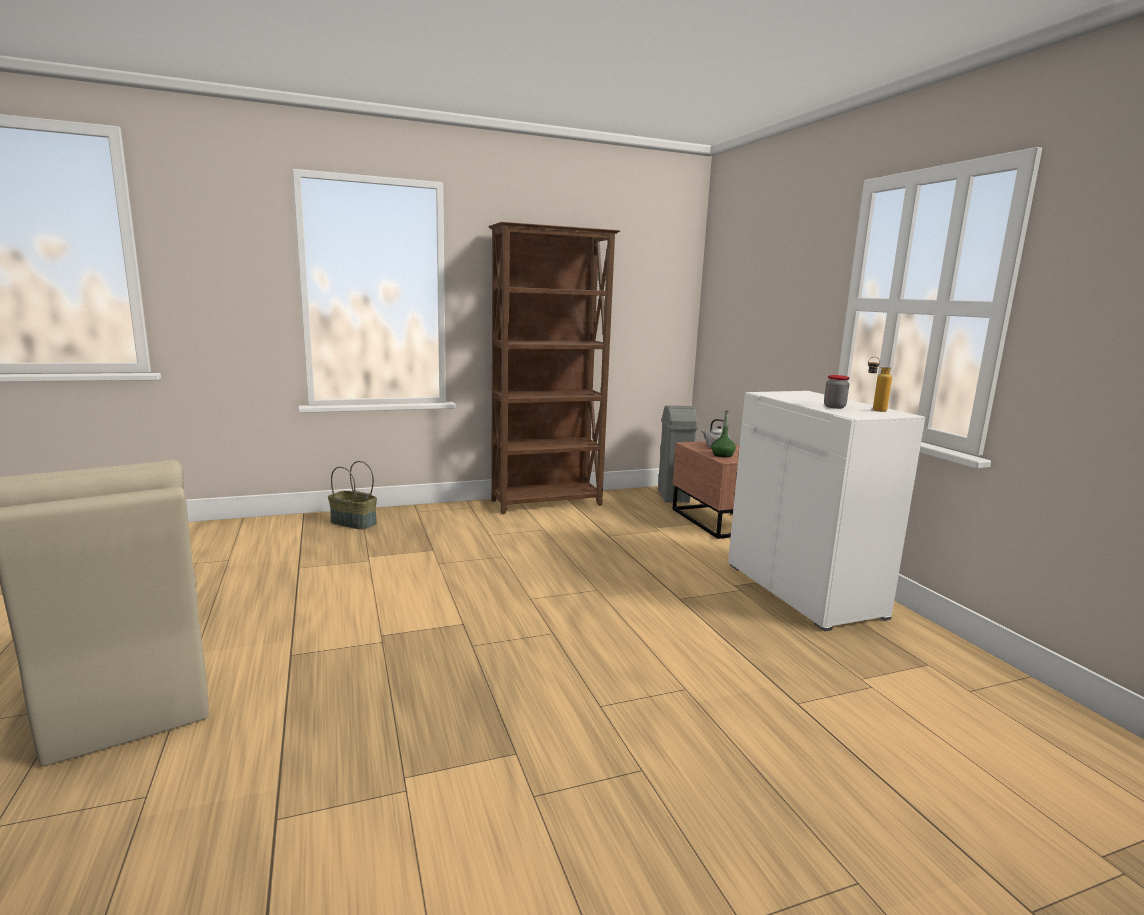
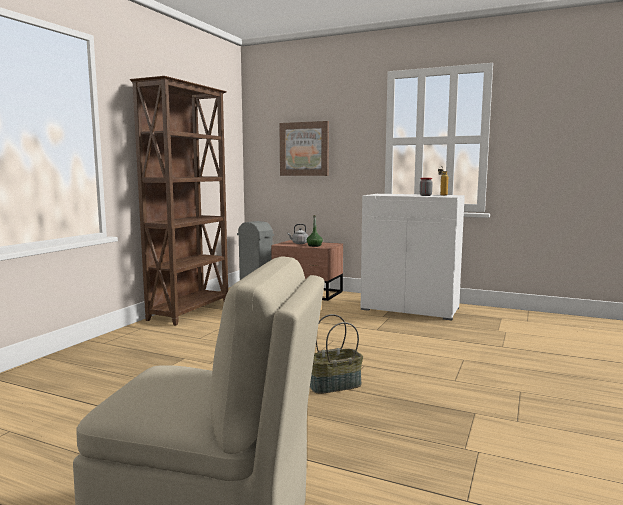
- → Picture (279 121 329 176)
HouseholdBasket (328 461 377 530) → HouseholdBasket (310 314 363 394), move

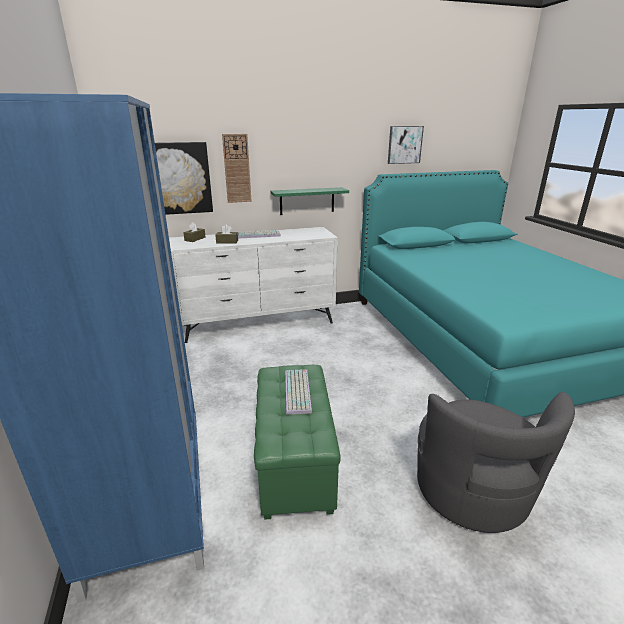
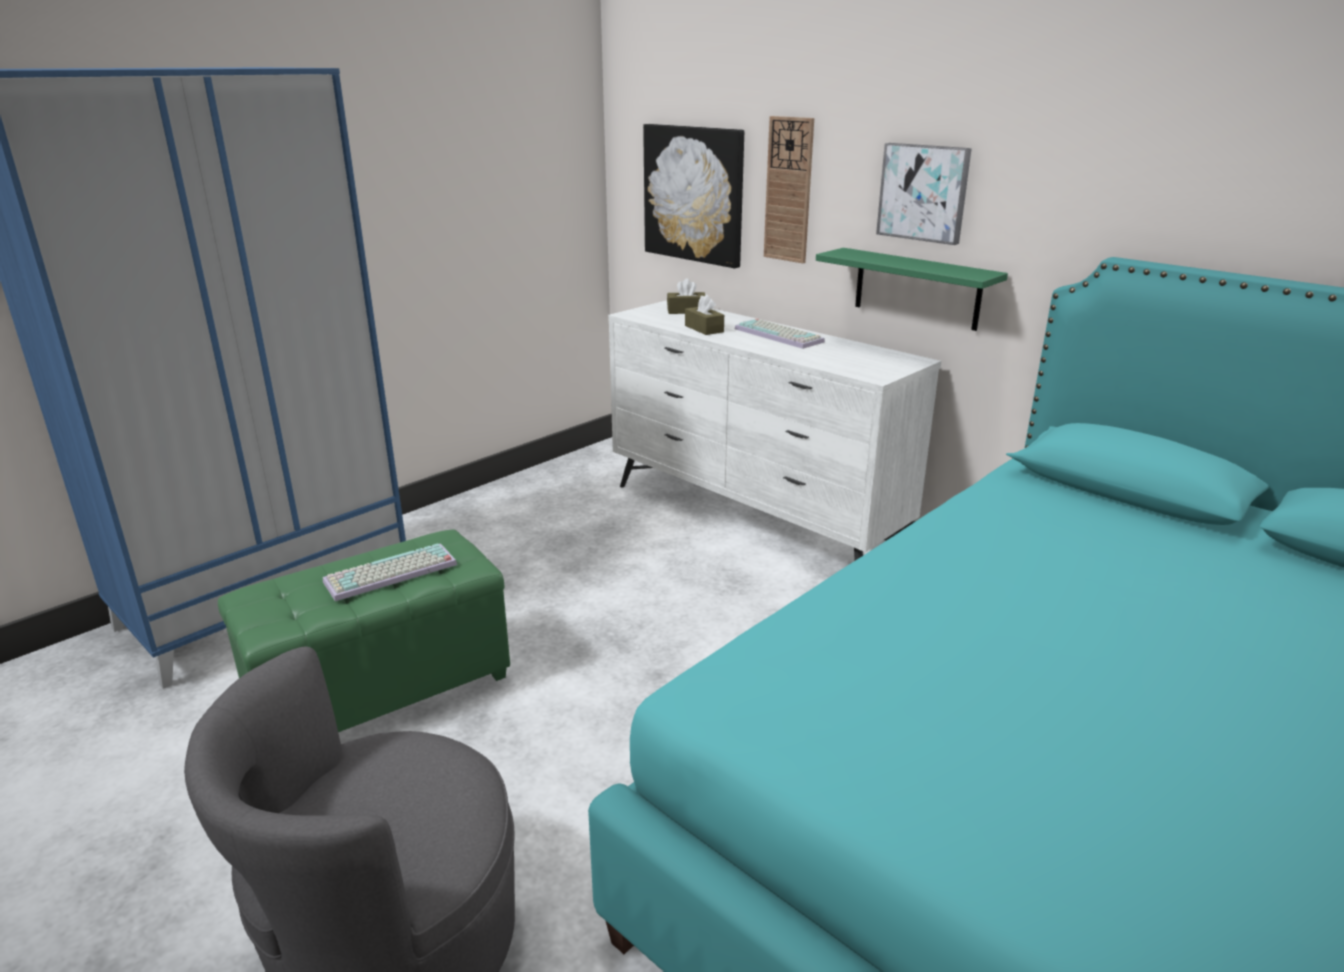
Picture (388 126 424 164) → Picture (876 143 972 245), move

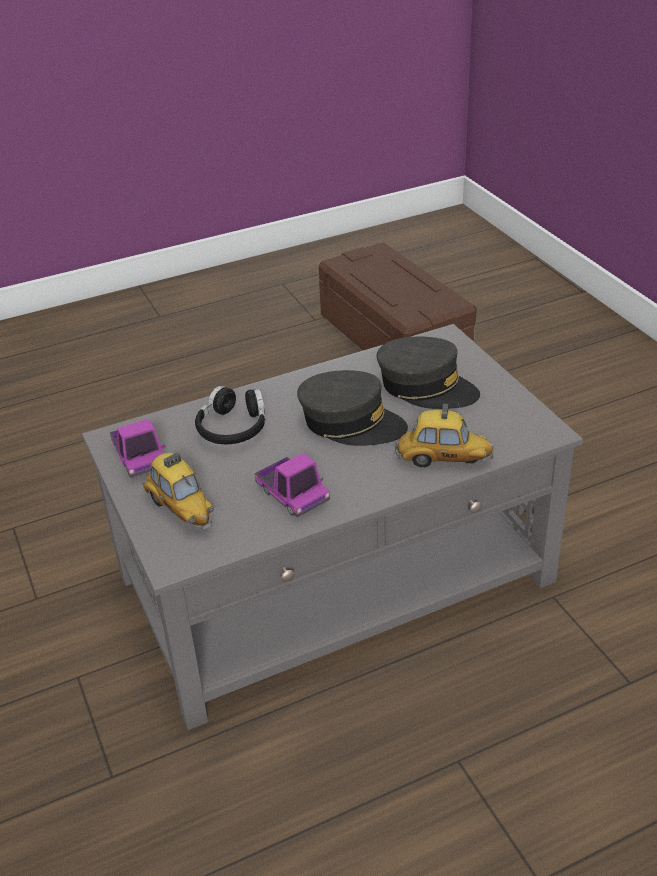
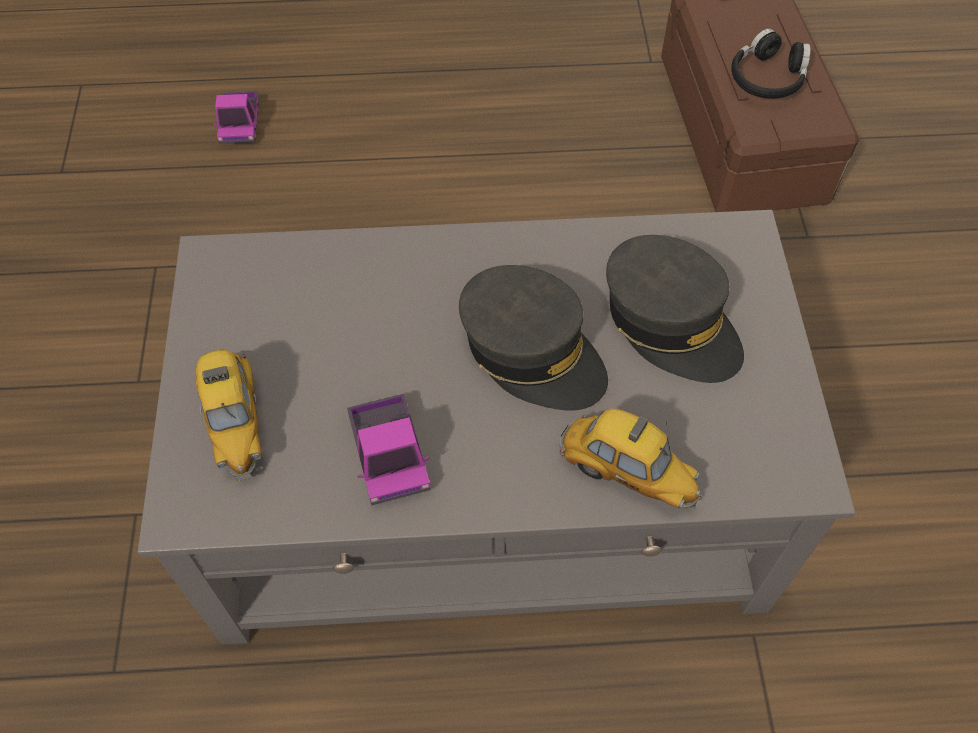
ToyLorry (110 419 165 478) → ToyLorry (214 91 259 144), move
BlackPairOfHeadphones (195 386 265 444) → BlackPairOfHeadphones (731 28 811 99), move

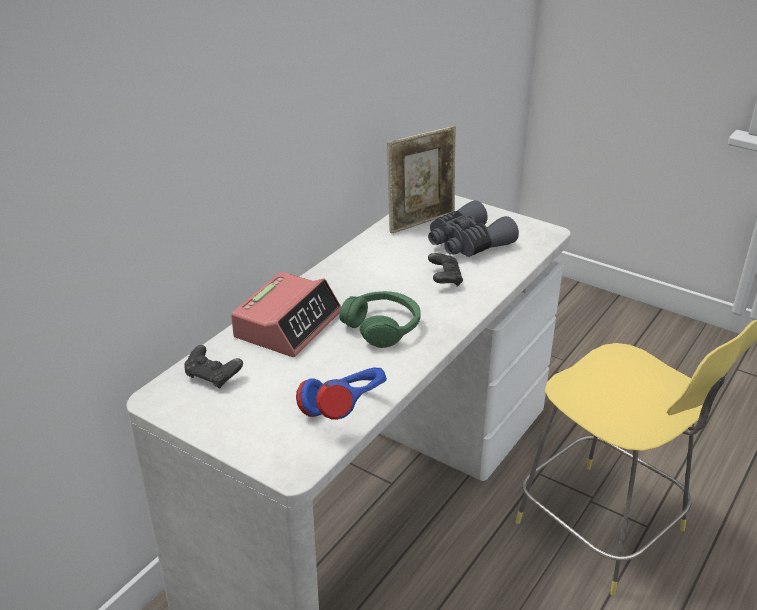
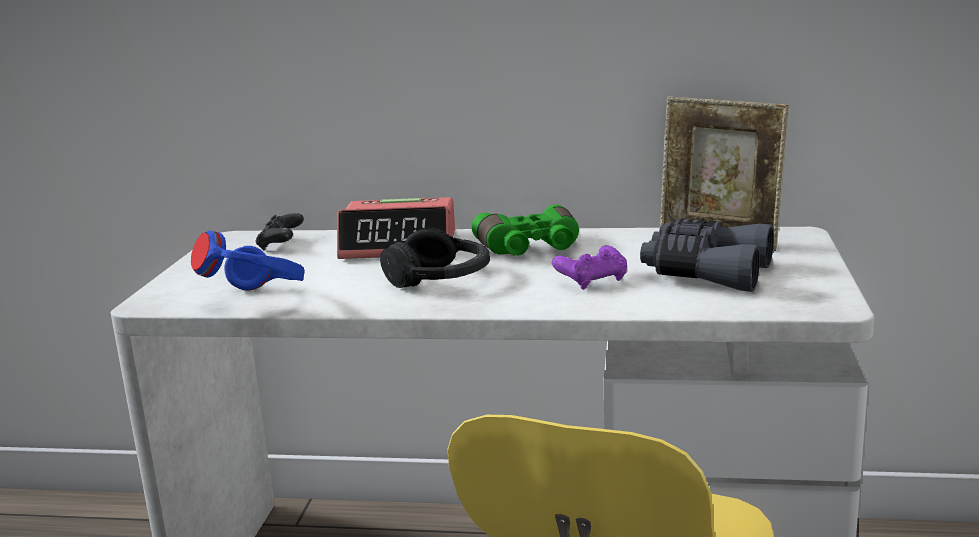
GreenPairOfHeadphones (339 291 421 348) → BlackPairOfHeadphones (380 228 490 288)
- → GreenPairOfBinoculars (471 204 579 256)
BlackGamepad (428 253 463 287) → PurpleColouredGamepad (552 245 627 290)

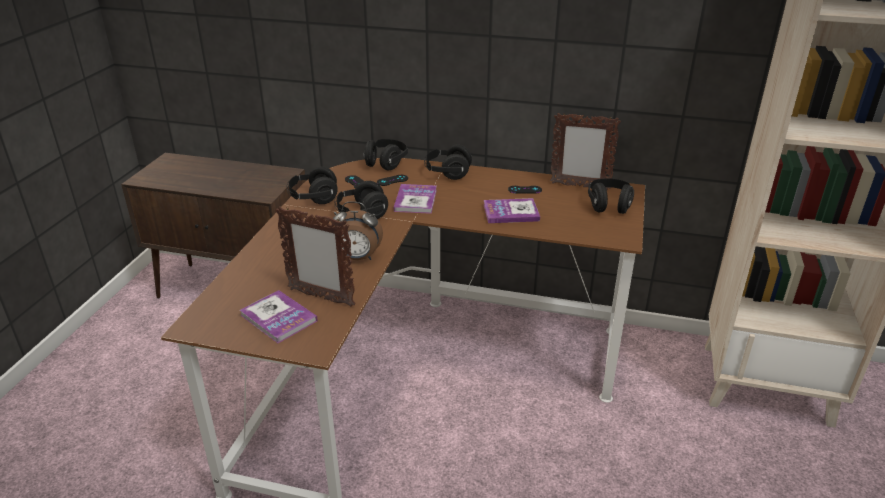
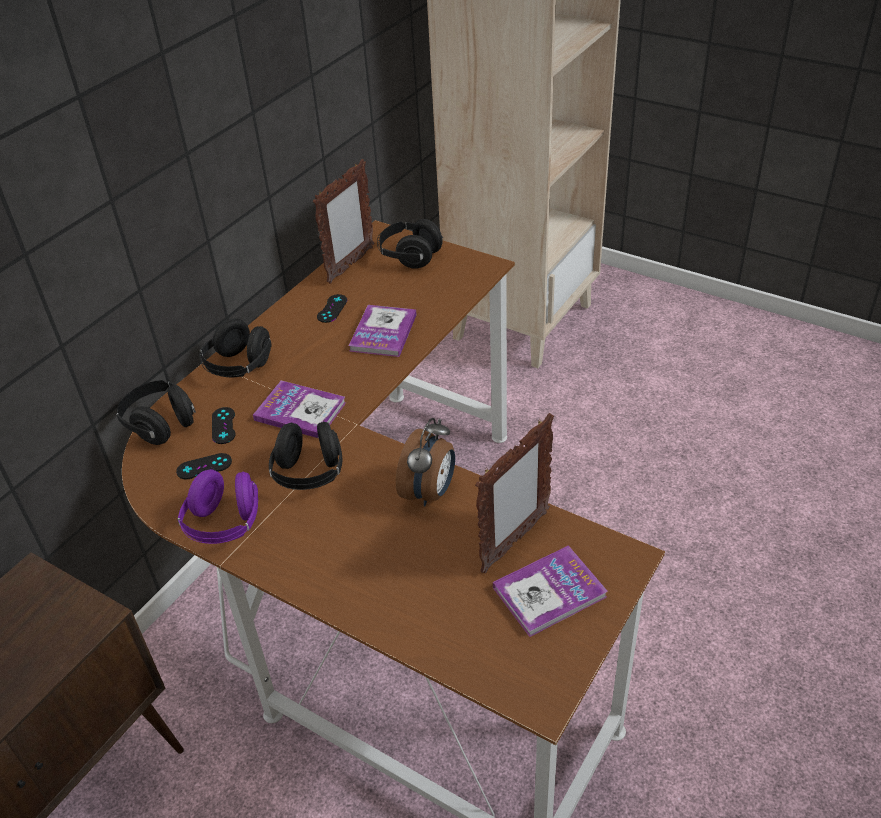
BlackPairOfHeadphones (287 166 338 204) → PurpleColouredPairOfHeadphones (178 469 258 544)

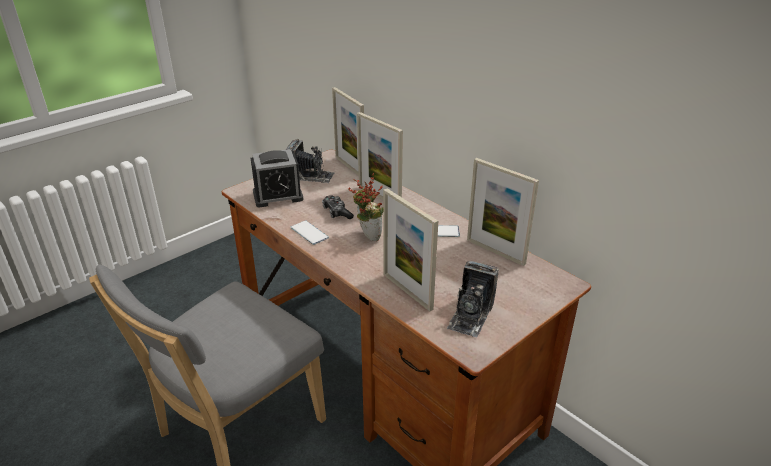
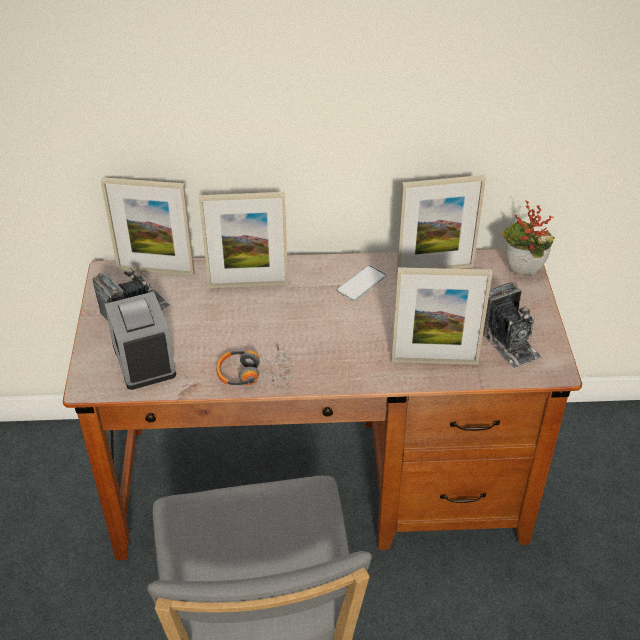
TableClock (251 149 304 207) → TableClock (105 292 176 390), 135 degrees clockwise
Telephone (291 221 329 245) → PairOfHeadphones (217 345 293 392)
PottedPlant (348 173 383 241) → PottedPlant (502 200 555 275), move
Gamepad (322 195 354 219) → -

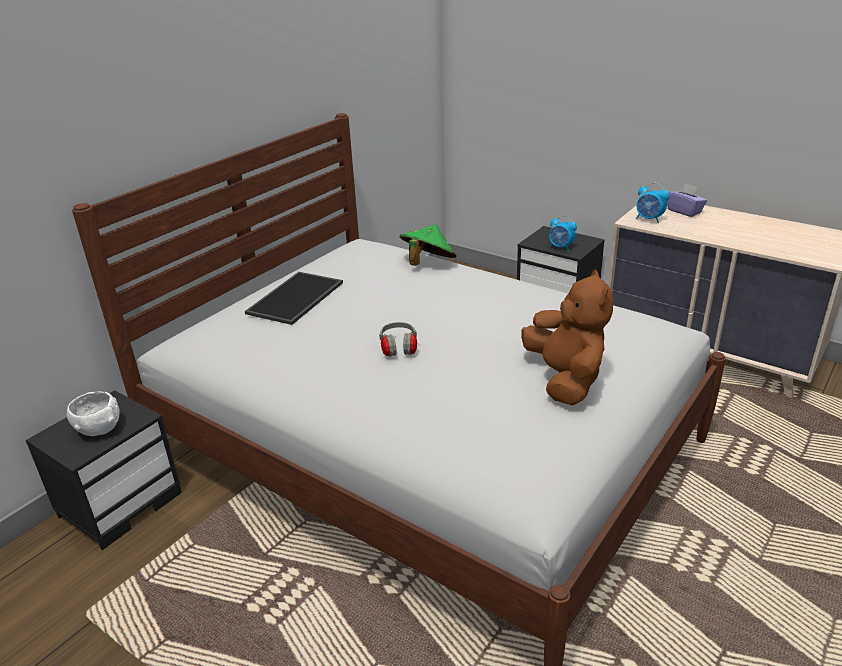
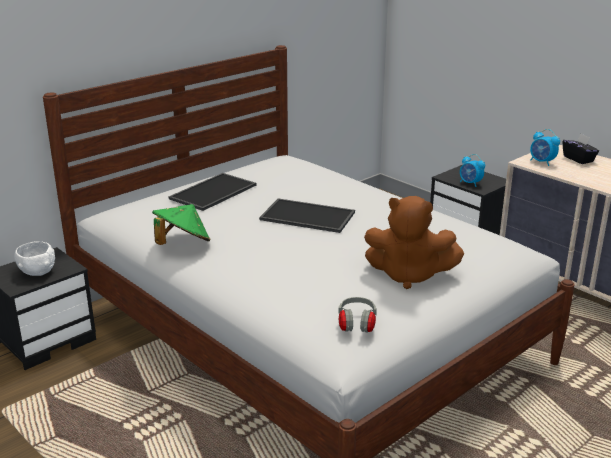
GreenWearableHat (400 225 457 266) → GreenWearableHat (152 204 211 245), move
- → Tray (259 198 355 233)
GreyishPairOfHeadphones (379 322 417 357) → GreyishPairOfHeadphones (338 297 377 333), move
BrownPlushToy (521 269 613 405) → BrownPlushToy (364 196 464 289), 105 degrees clockwise
PurpleColouredTissueBox (667 183 707 217) → BlackTissueBox (563 133 599 164)

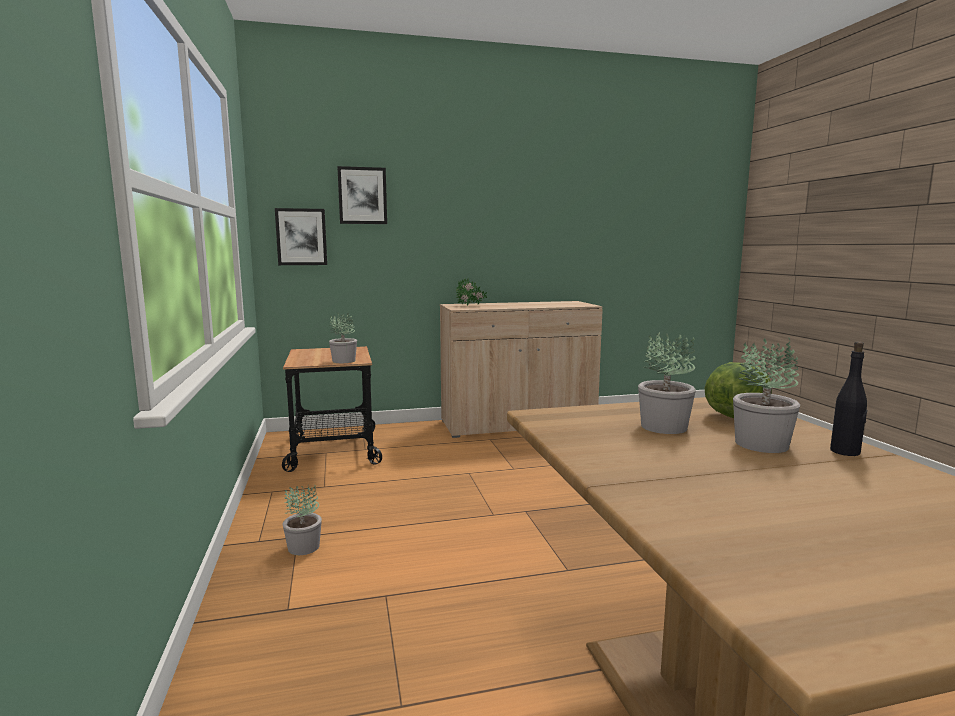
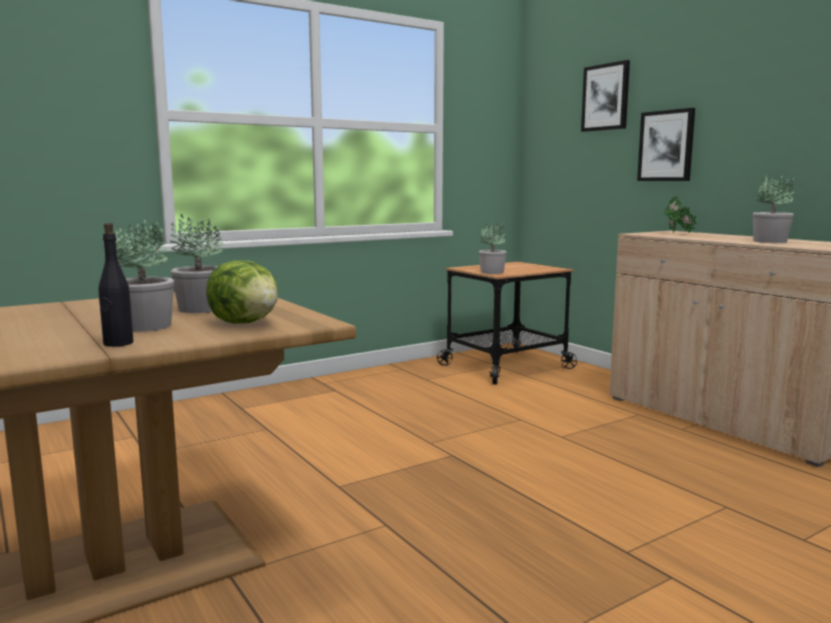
Picture (275 208 327 265) → Picture (637 108 695 181), move
PottedPlant (283 484 322 555) → PottedPlant (752 174 795 243), move

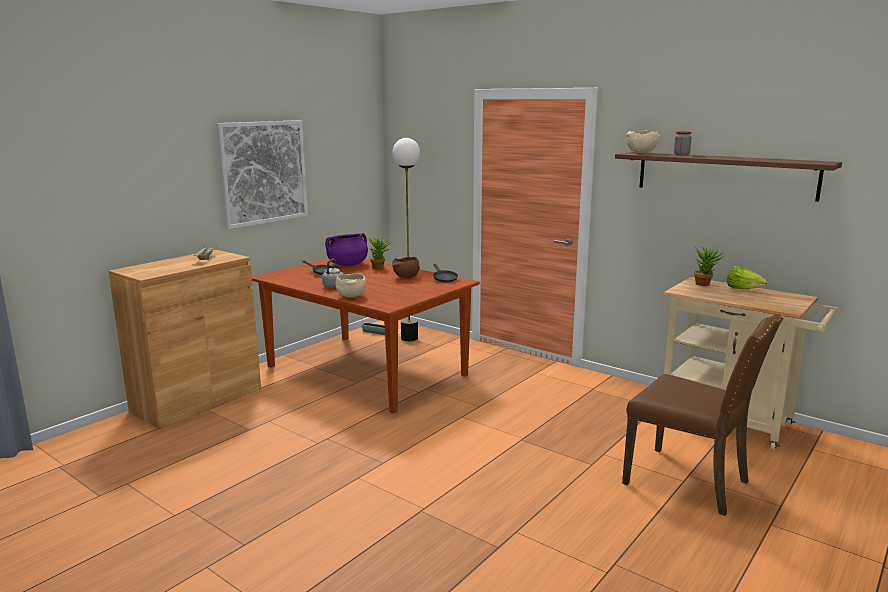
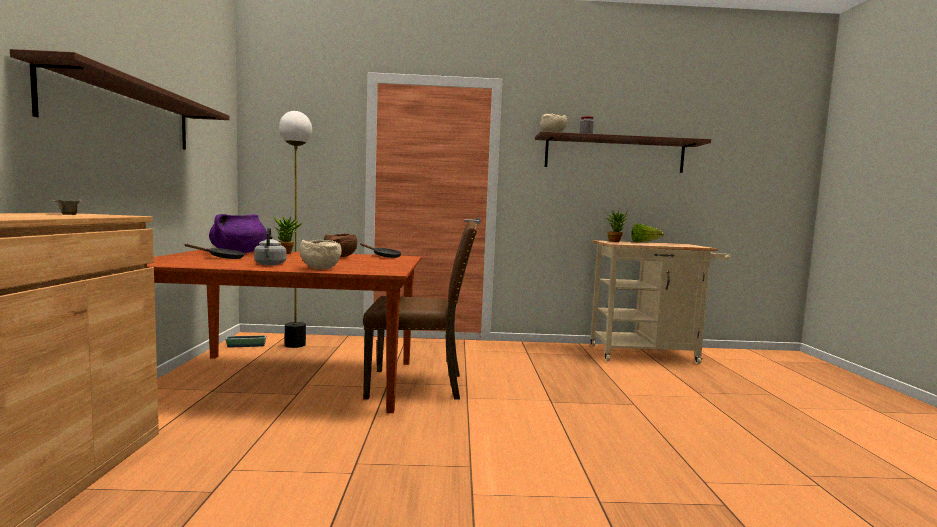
Picture (216 120 308 229) → BracketShelf (10 49 230 150)
BrownUprightChair (622 314 783 516) → BrownUprightChair (363 221 477 400), move

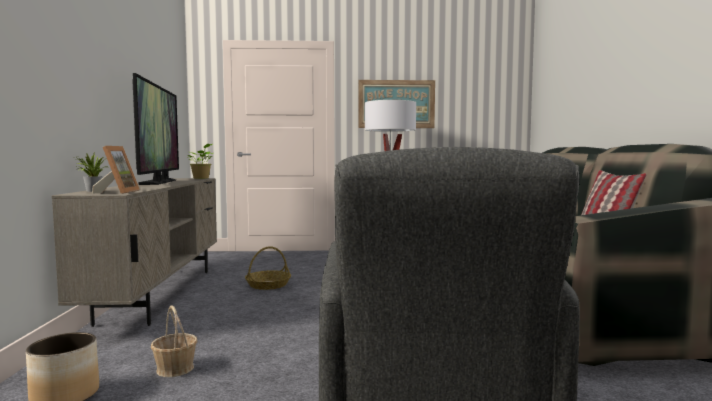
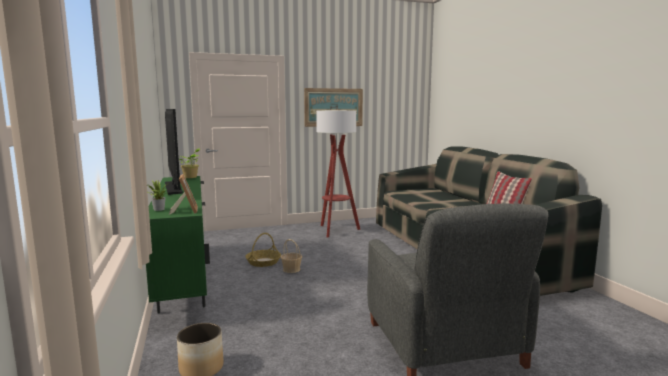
BeigeTvUnit (52 178 217 327) → GreenTvUnit (146 176 210 314)
HouseholdBasket (151 305 197 377) → HouseholdBasket (281 239 302 273), move

